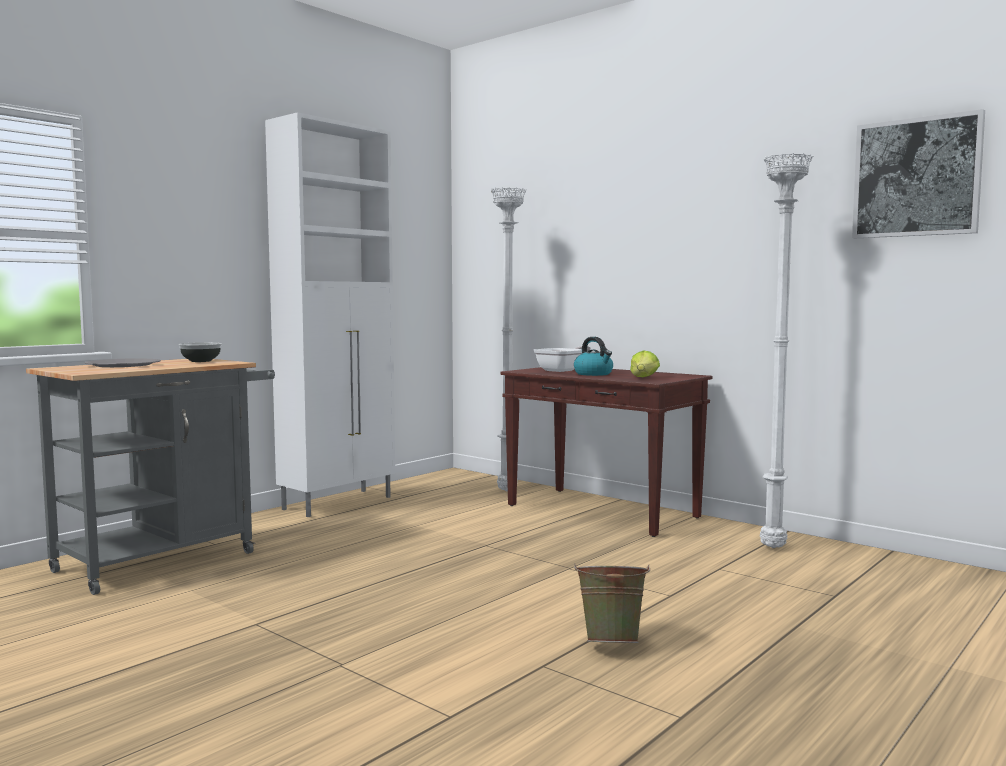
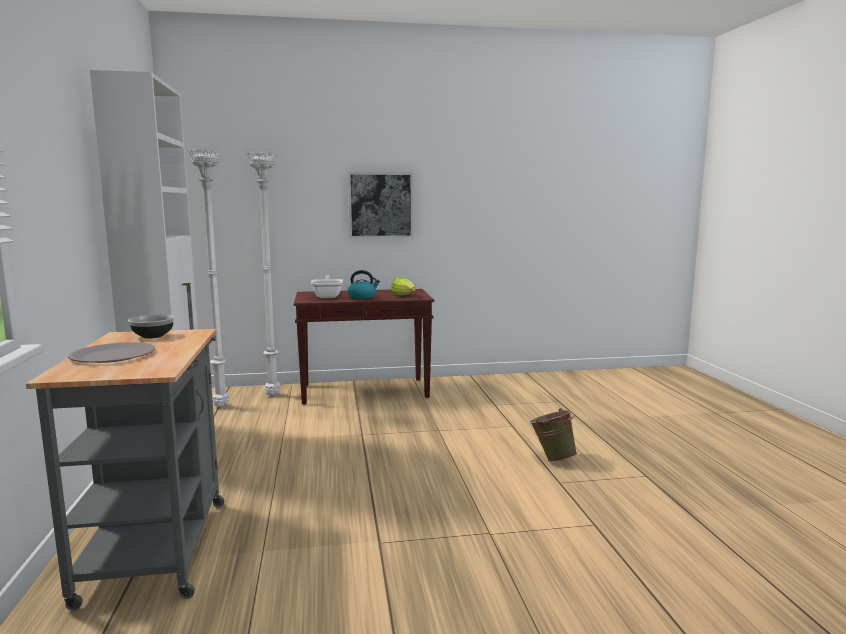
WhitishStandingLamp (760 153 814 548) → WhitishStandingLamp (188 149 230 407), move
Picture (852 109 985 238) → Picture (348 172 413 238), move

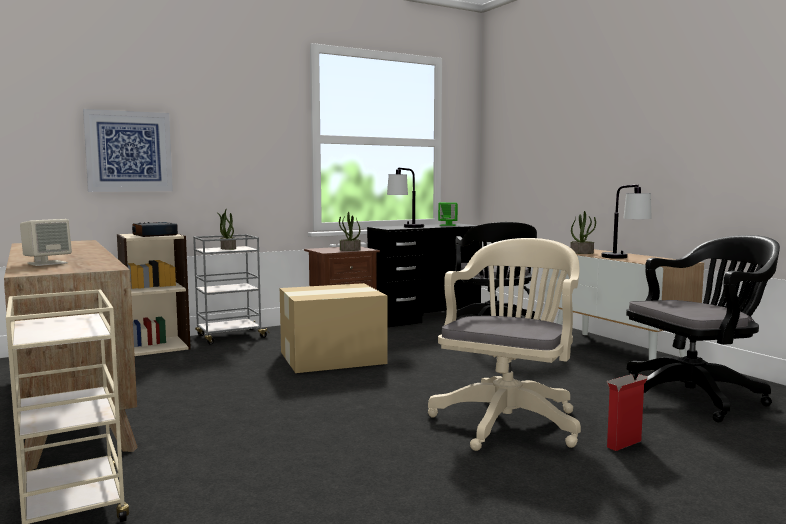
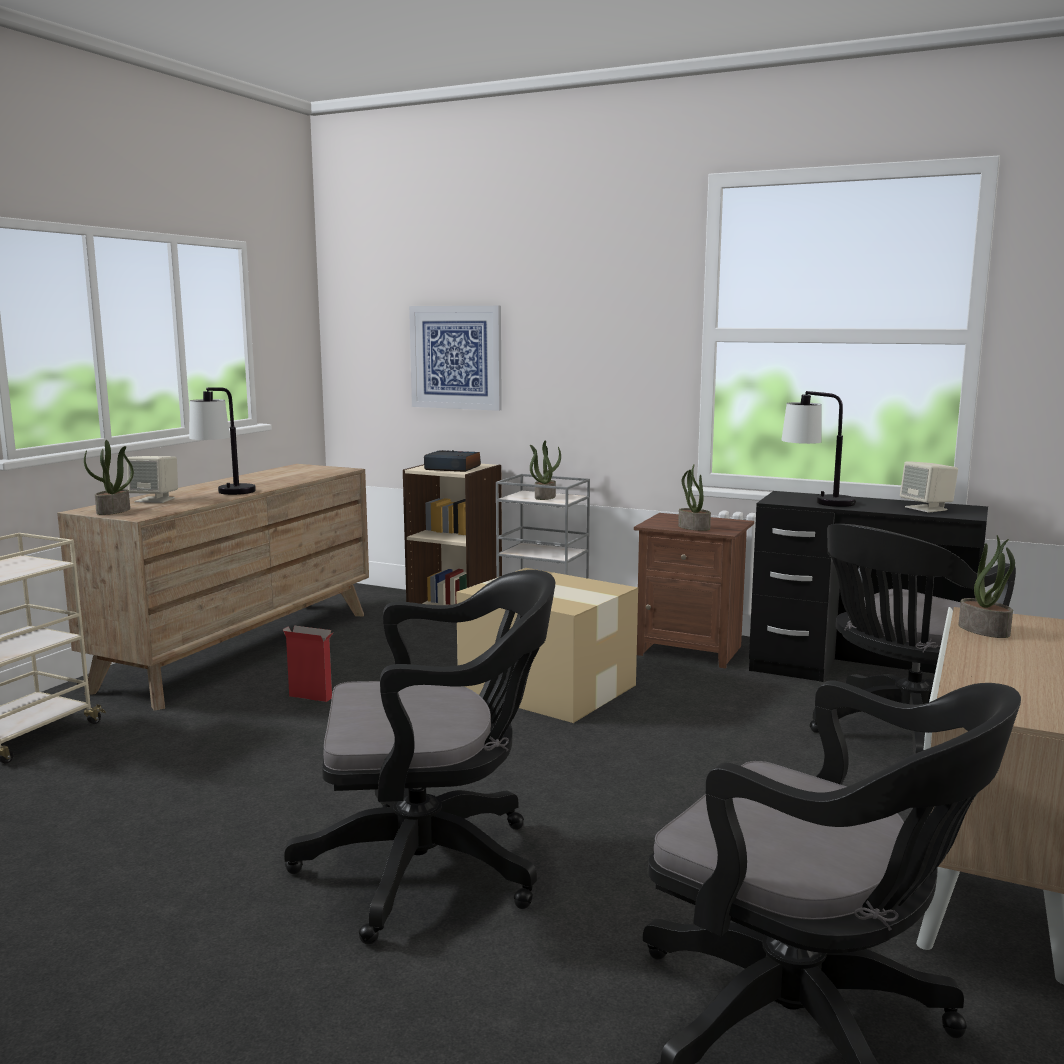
- → PottedPlant (84 440 134 515)
TableLamp (602 184 652 259) → TableLamp (189 387 256 495), move
Carton (607 374 648 451) → Carton (283 626 334 702), move
BeigeComputerChair (428 238 581 451) → BlackComputerChair (284 570 555 945)
GreenSpeaker (438 202 458 226) → BeigeSpeaker (900 461 958 513)

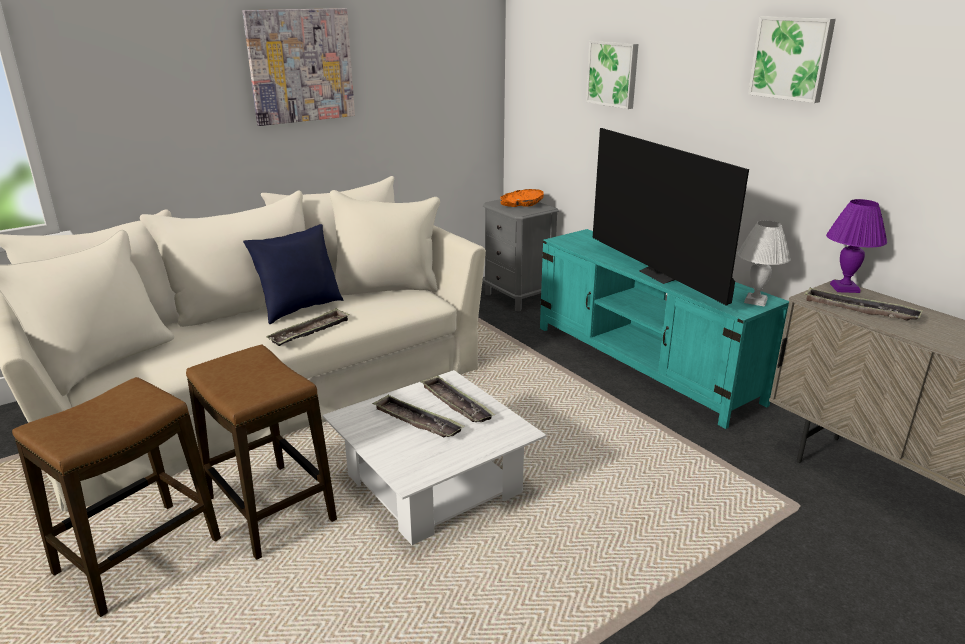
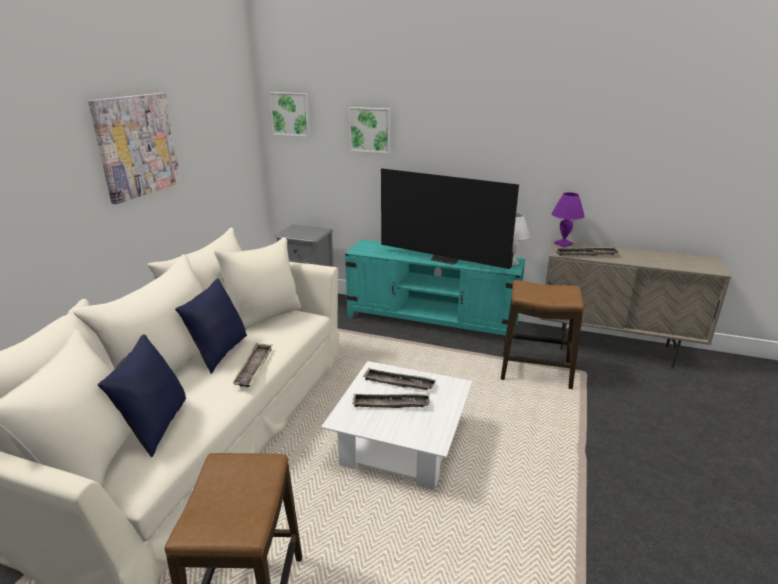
- → BlueColouredPillow (97 334 186 457)
Picture (748 16 836 103) → Picture (269 92 311 137), move
SittingStool (186 344 337 560) → SittingStool (501 280 584 389), move
OrangeDeepDish (500 189 544 207) → -

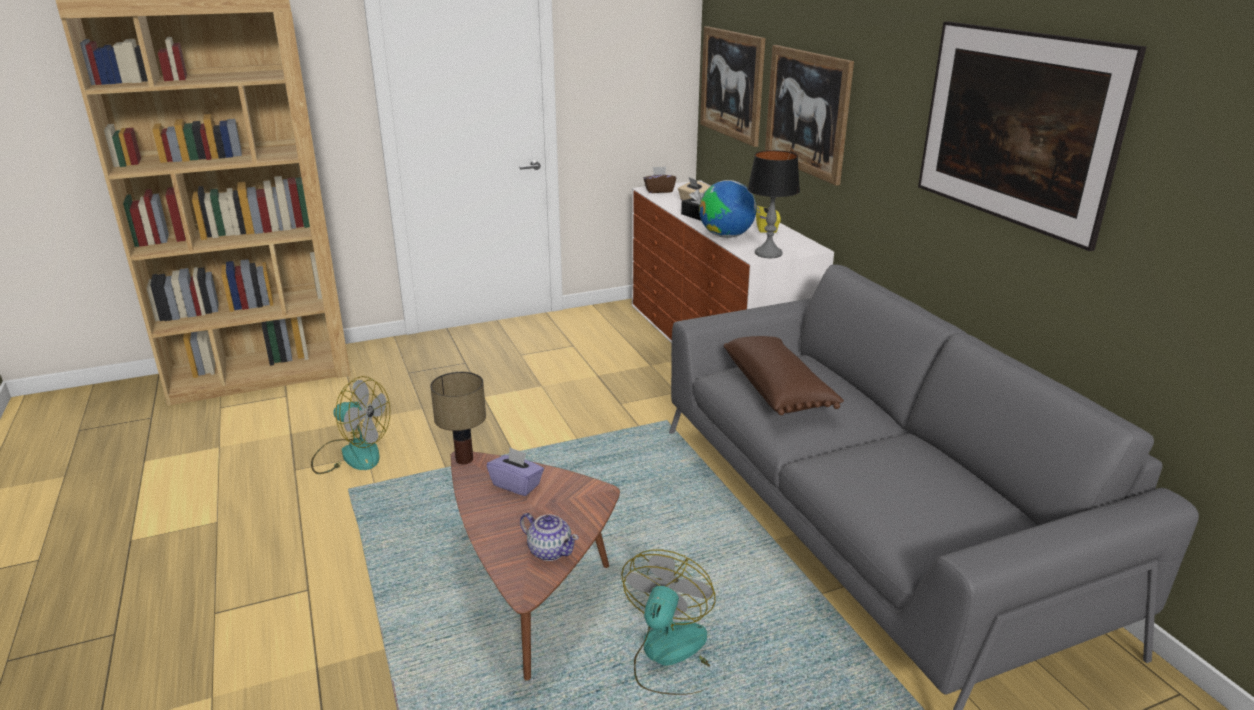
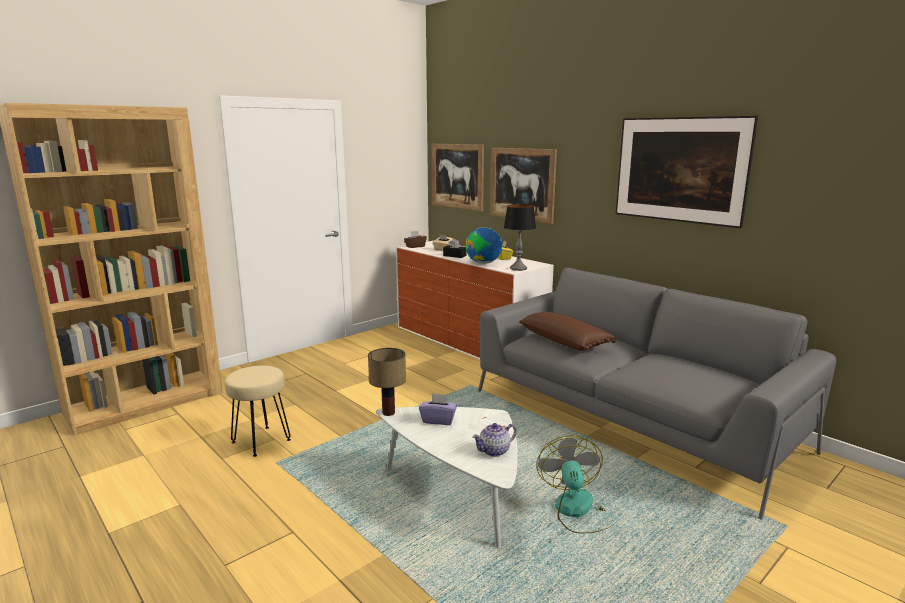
Fan (311 376 390 474) → BeigeSittingStool (225 366 291 457)
BrownLowTable (451 451 620 681) → WhitishLowTable (376 407 518 548)
Teapot (520 513 579 561) → Teapot (472 423 516 457), 135 degrees clockwise

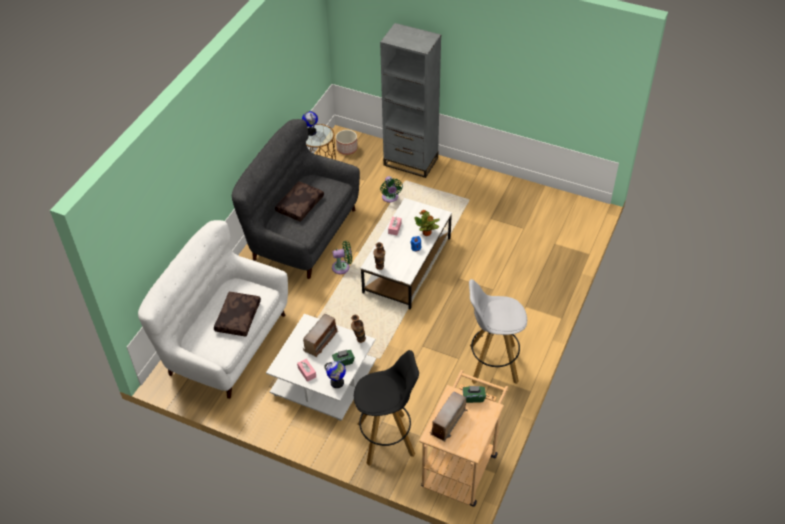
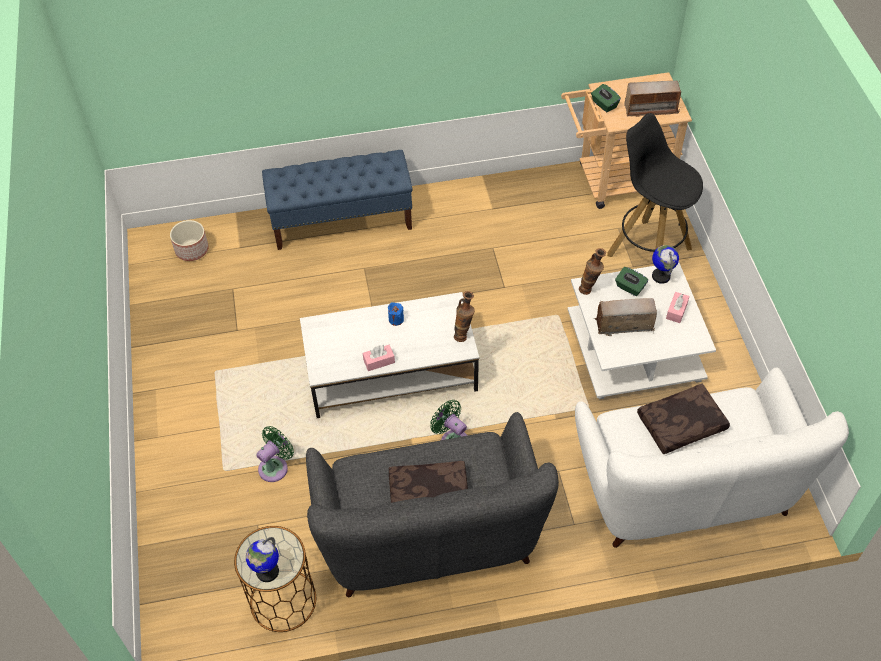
Planter (336 130 358 155) → Planter (170 220 209 261), move
- → BlueColouredIndoorBench (262 150 413 250)
GreyishBookshelf (380 23 441 178) → -
PottedPlant (414 210 440 236) → -
WhitishSittingStool (469 279 527 384) → -

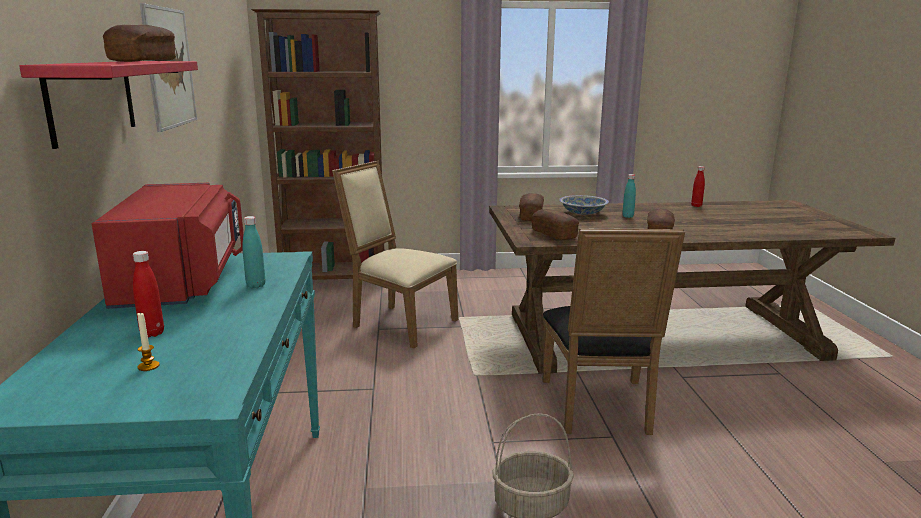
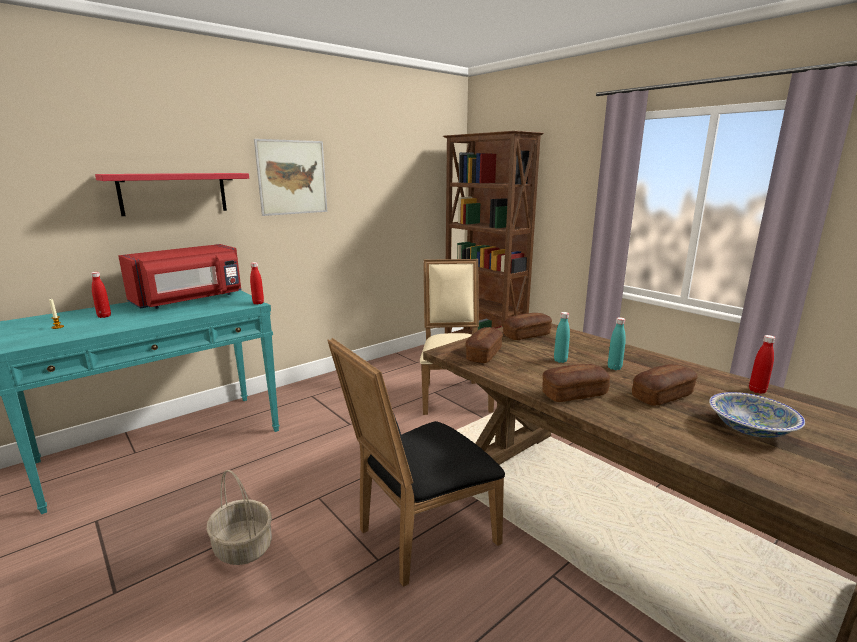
- → RedBeverageBottle (250 262 264 305)
TurquoiseBeverageBottle (242 216 265 288) → TurquoiseBeverageBottle (554 312 570 363), move
BakedBread (103 25 176 62) → BakedBread (632 364 697 406), move
DeepDish (559 195 609 215) → DeepDish (709 392 805 438), move

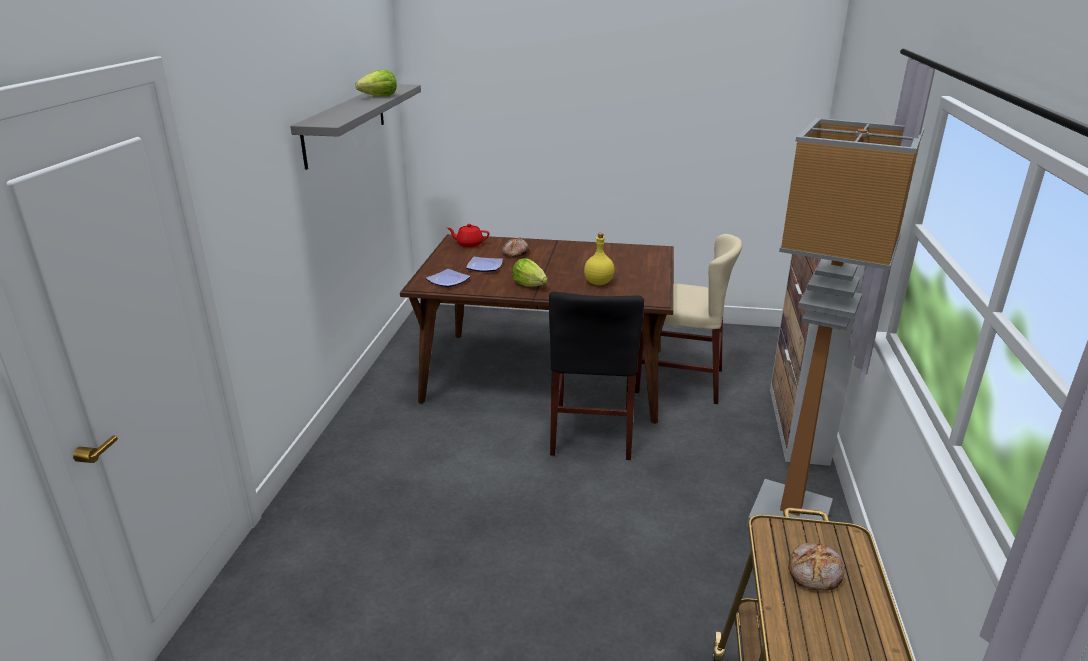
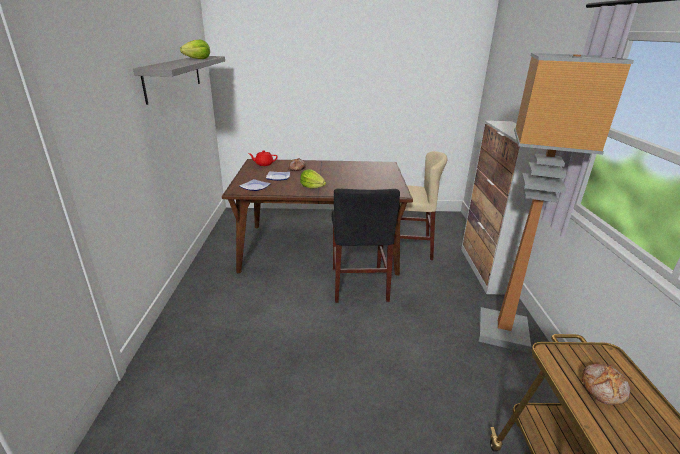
YellowColouredBeverageBottle (584 233 615 285) → -

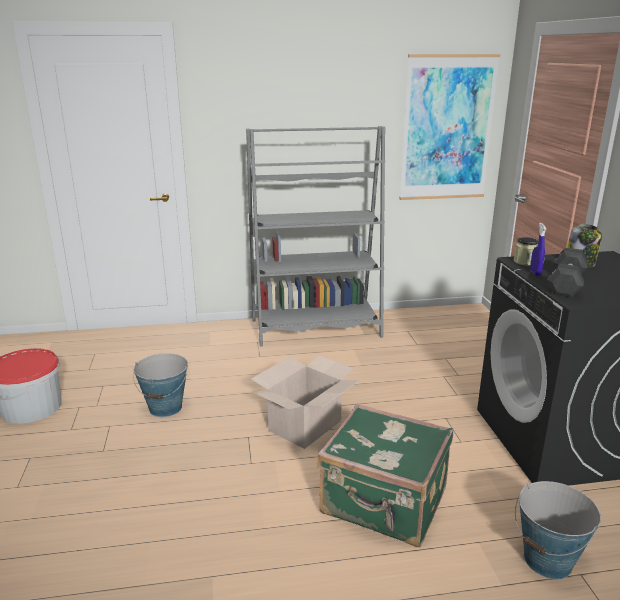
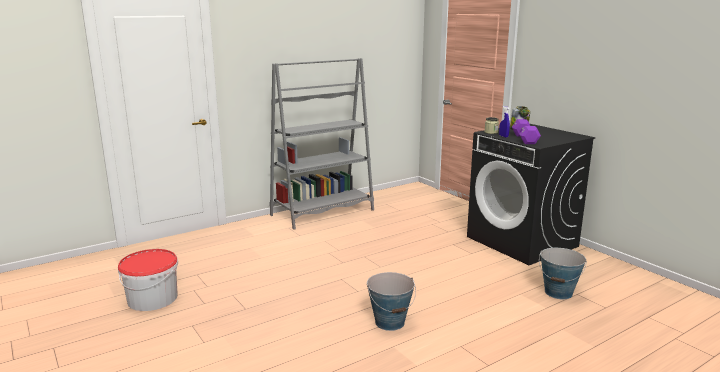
WaterBucket (133 353 188 417) → WaterBucket (367 272 416 331), move
BlackHandWeight (547 248 588 298) → PurpleColouredHandWeight (512 119 541 144)
Carton (251 355 360 449) → -
GreenTravelCase (317 404 453 547) → -
Picture (399 54 500 200) → -

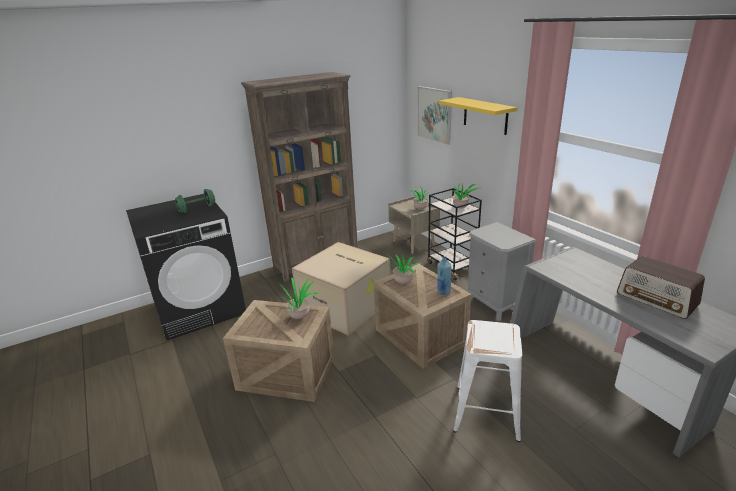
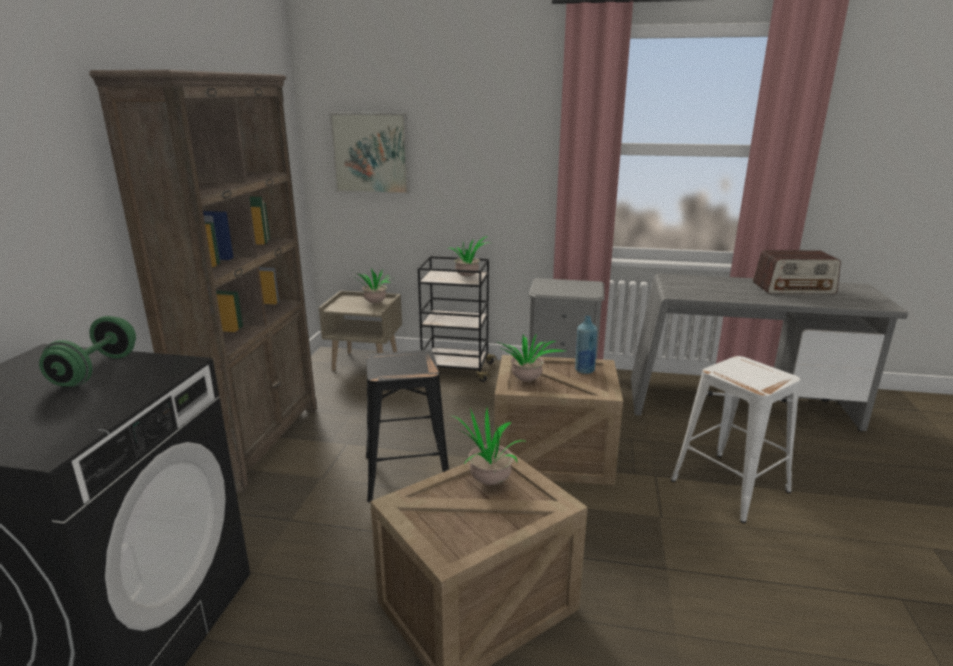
Carton (292 242 390 336) → BlackSittingStool (366 350 449 502)
YellowColouredBracketShelf (438 97 517 135) → -

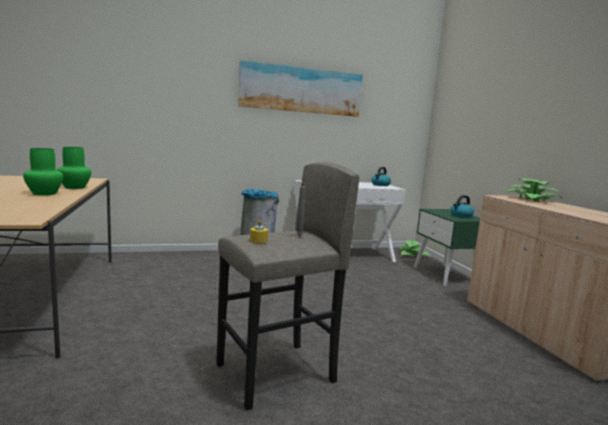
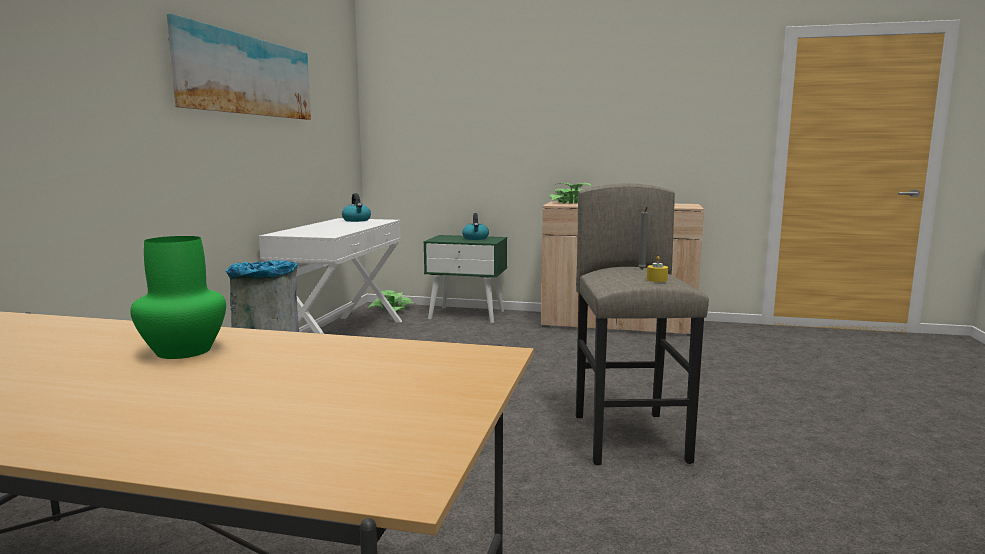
GreenFlowerVase (57 147 91 189) → -

